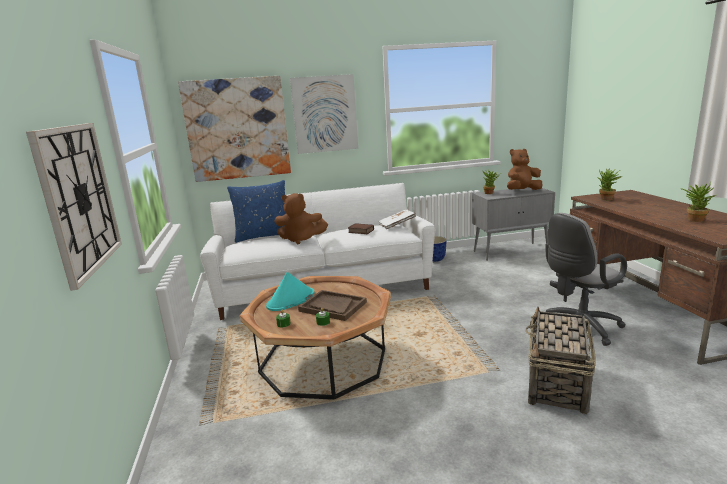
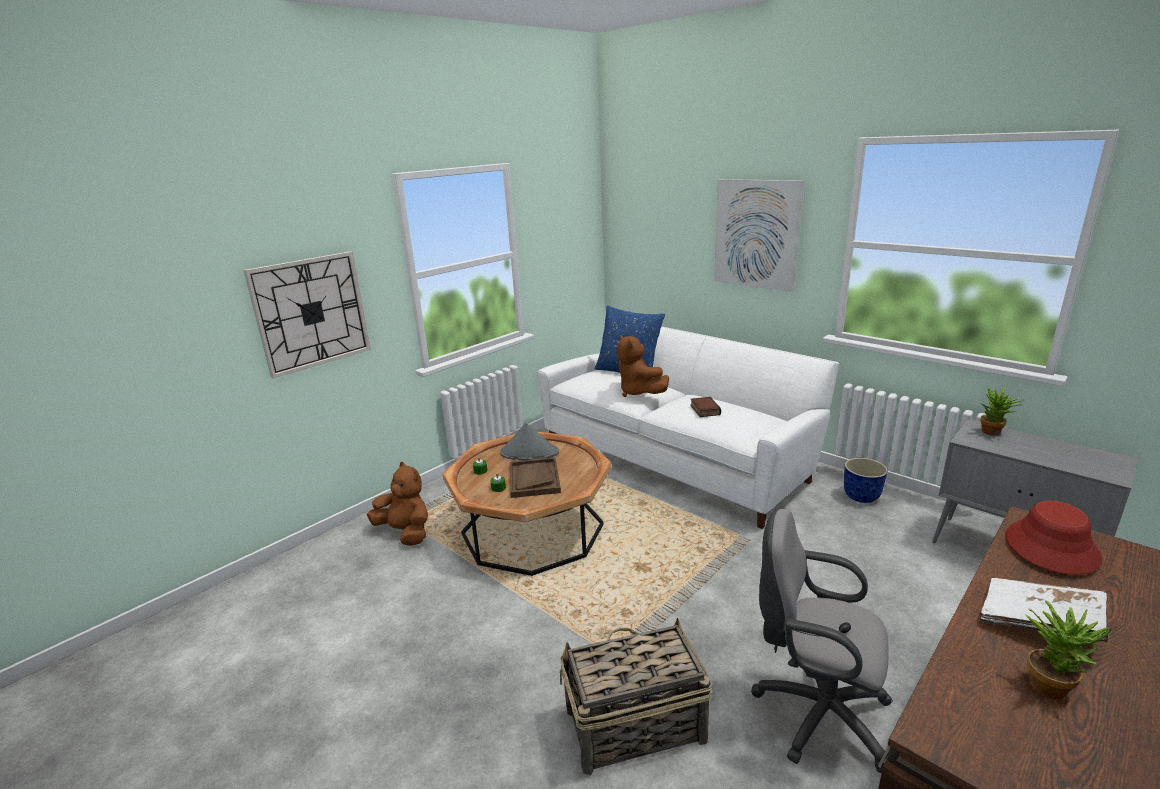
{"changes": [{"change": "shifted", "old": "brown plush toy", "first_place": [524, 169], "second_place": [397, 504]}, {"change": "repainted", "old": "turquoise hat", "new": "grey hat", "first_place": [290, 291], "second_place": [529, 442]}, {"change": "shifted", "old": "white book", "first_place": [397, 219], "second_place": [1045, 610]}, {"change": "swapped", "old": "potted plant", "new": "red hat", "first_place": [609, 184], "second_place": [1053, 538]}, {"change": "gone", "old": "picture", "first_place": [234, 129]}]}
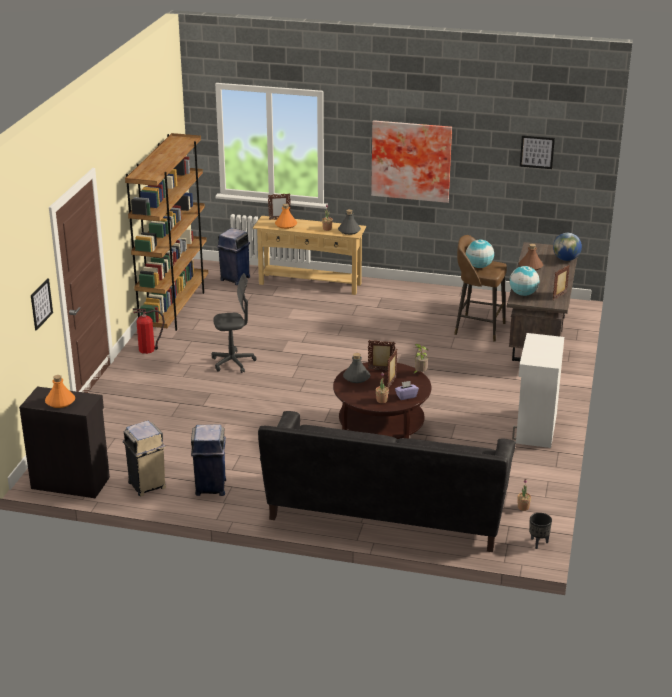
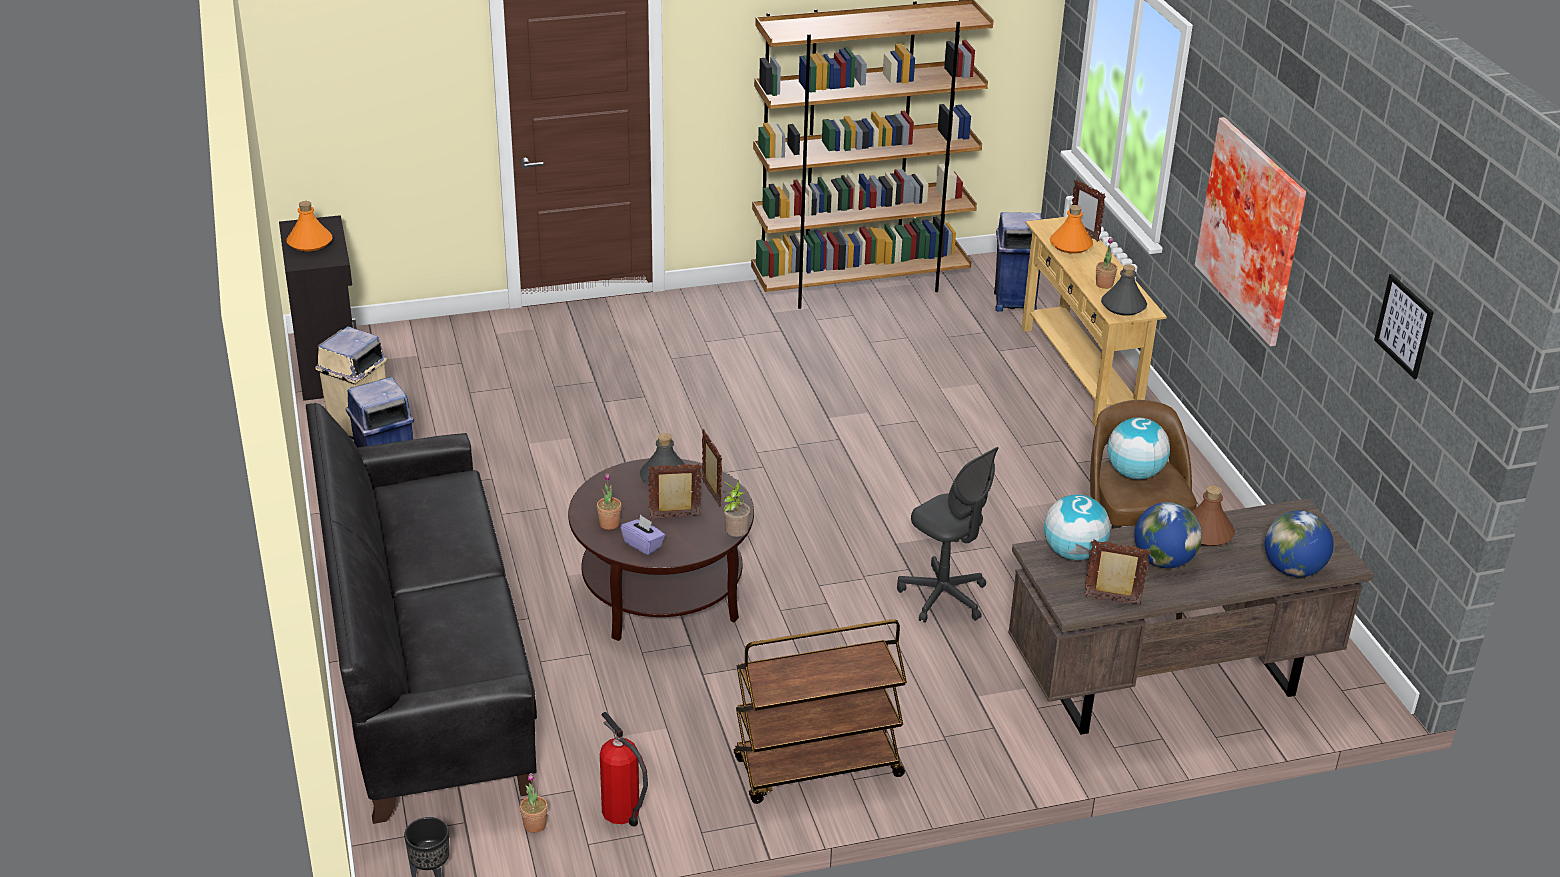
{"changes": [{"change": "shifted", "old": "fire extinguisher", "first_place": [149, 331], "second_place": [624, 769]}, {"change": "swapped", "old": "white cabinet", "new": "brown cart", "first_place": [538, 390], "second_place": [820, 711]}, {"change": "shifted", "old": "grey office chair", "first_place": [234, 323], "second_place": [948, 535]}, {"change": "new", "new": "globe", "second_place": [1168, 535]}, {"change": "gone", "old": "picture", "first_place": [42, 304]}]}
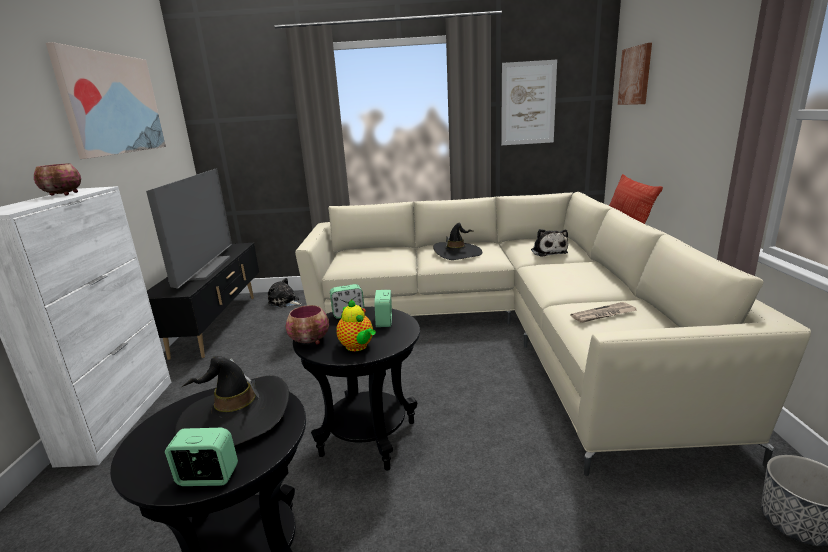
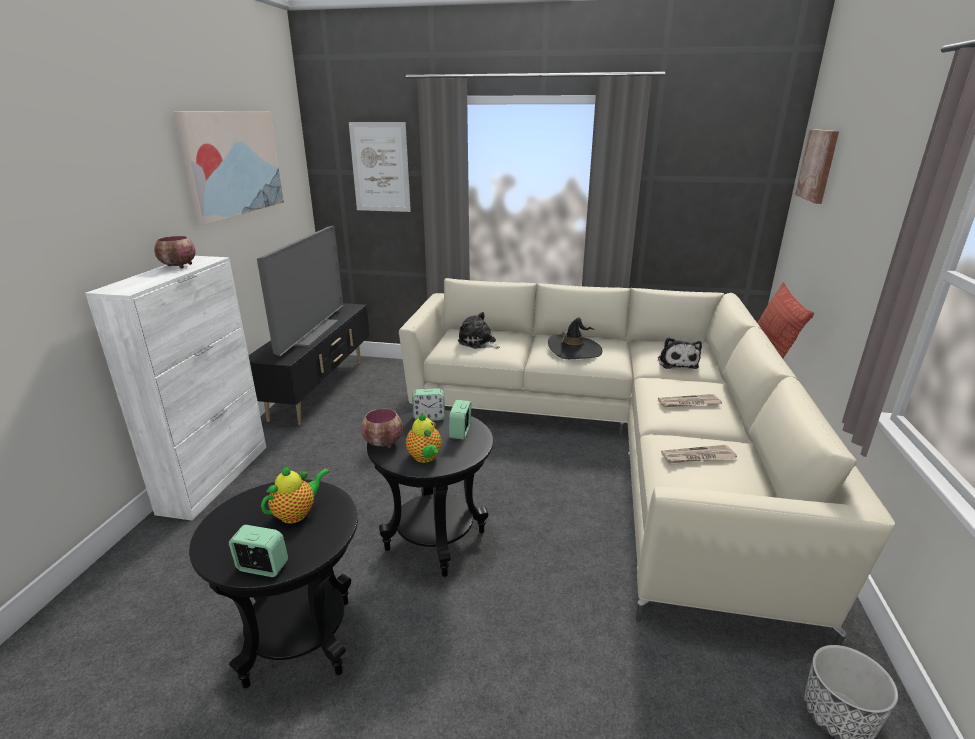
{"changes": [{"change": "swapped", "old": "black hat", "new": "teapot", "first_place": [232, 401], "second_place": [295, 494]}, {"change": "shifted", "old": "picture", "first_place": [529, 102], "second_place": [380, 167]}, {"change": "shifted", "old": "plush toy", "first_place": [285, 293], "second_place": [479, 330]}, {"change": "new", "new": "newspaper", "second_place": [690, 400]}]}
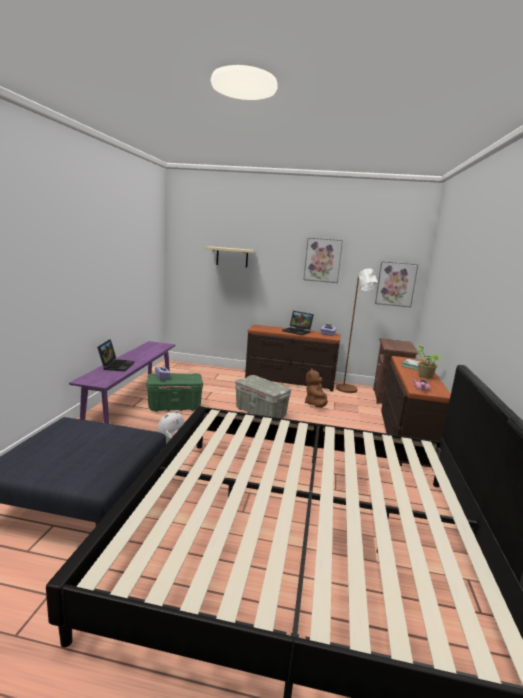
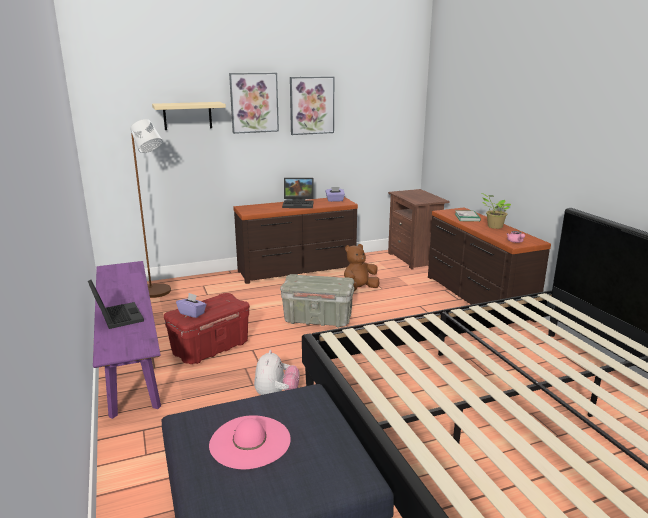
{"changes": [{"change": "shifted", "old": "brown floor lamp", "first_place": [357, 330], "second_place": [150, 208]}, {"change": "repainted", "old": "green storage box", "new": "red storage box", "first_place": [174, 392], "second_place": [207, 328]}, {"change": "new", "new": "pink hat", "second_place": [250, 442]}, {"change": "shifted", "old": "picture", "first_place": [396, 284], "second_place": [254, 103]}, {"change": "rotated", "old": "brown plush toy", "first_place": [316, 388], "second_place": [361, 267], "degrees": 75}]}
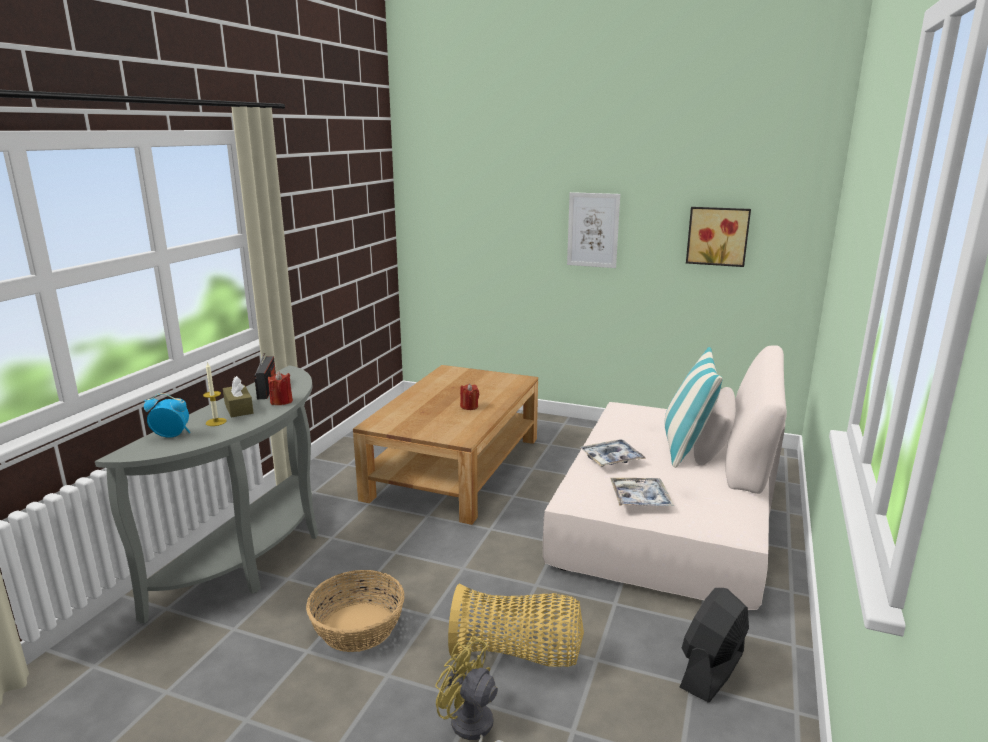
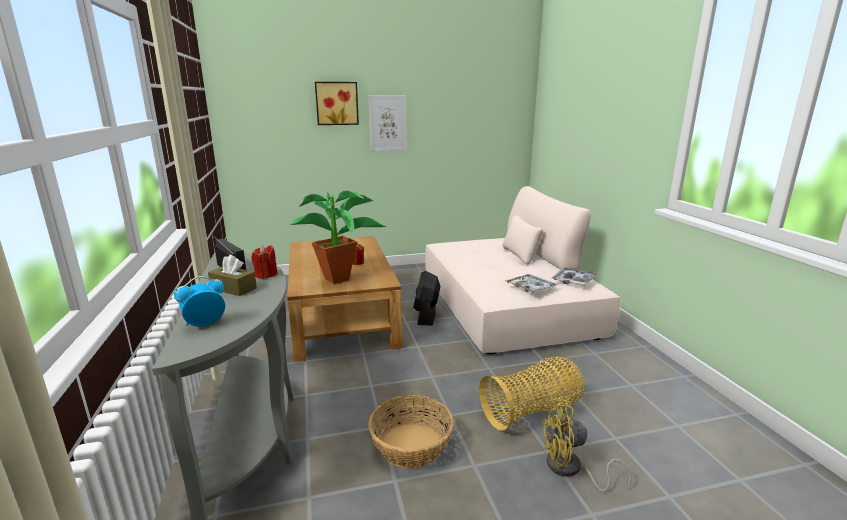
{"changes": [{"change": "new", "new": "potted plant", "second_place": [338, 237]}, {"change": "shifted", "old": "picture", "first_place": [718, 237], "second_place": [337, 103]}, {"change": "shifted", "old": "black fan", "first_place": [714, 645], "second_place": [426, 298]}, {"change": "shifted", "old": "tray", "first_place": [613, 453], "second_place": [575, 276]}, {"change": "gone", "old": "candle", "first_place": [215, 394]}, {"change": "gone", "old": "pillow", "first_place": [694, 407]}]}
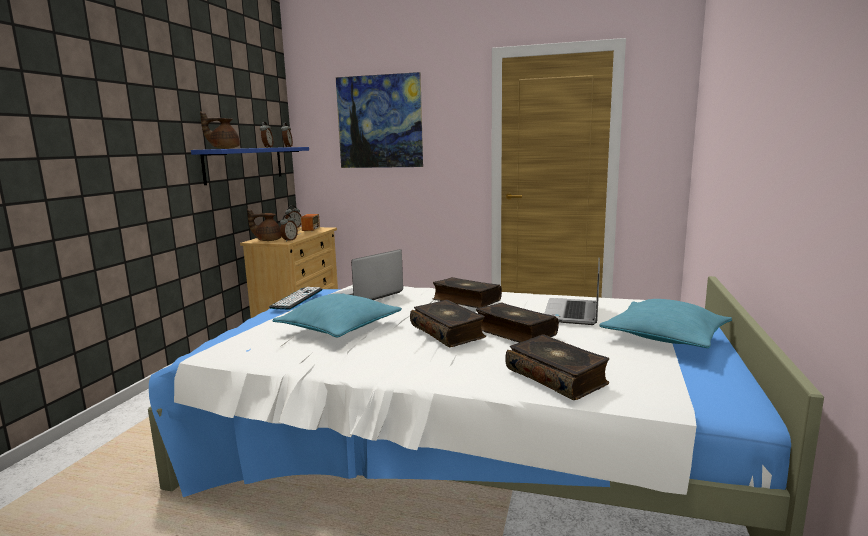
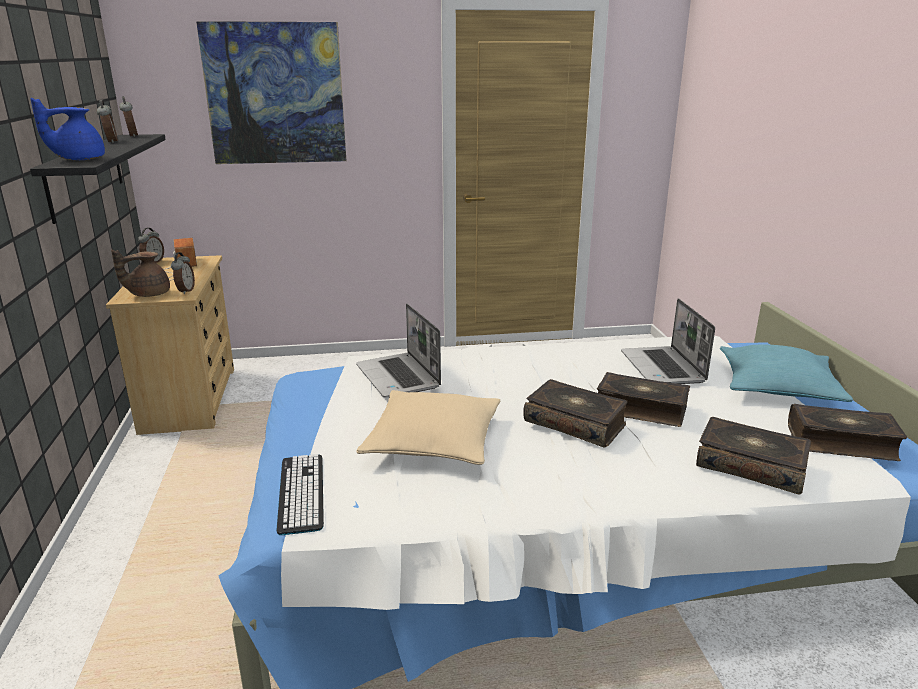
{"changes": [{"change": "repainted", "old": "brown teapot", "new": "blue teapot", "first_place": [220, 130], "second_place": [67, 129]}, {"change": "repainted", "old": "blue shelf", "new": "black shelf", "first_place": [250, 166], "second_place": [98, 179]}, {"change": "shifted", "old": "keyboard", "first_place": [295, 298], "second_place": [300, 494]}, {"change": "rotated", "old": "laptop", "first_place": [365, 274], "second_place": [398, 350], "degrees": -45}, {"change": "repainted", "old": "turquoise pillow", "new": "beige pillow", "first_place": [337, 316], "second_place": [428, 427]}, {"change": "shifted", "old": "book", "first_place": [467, 292], "second_place": [847, 432]}]}
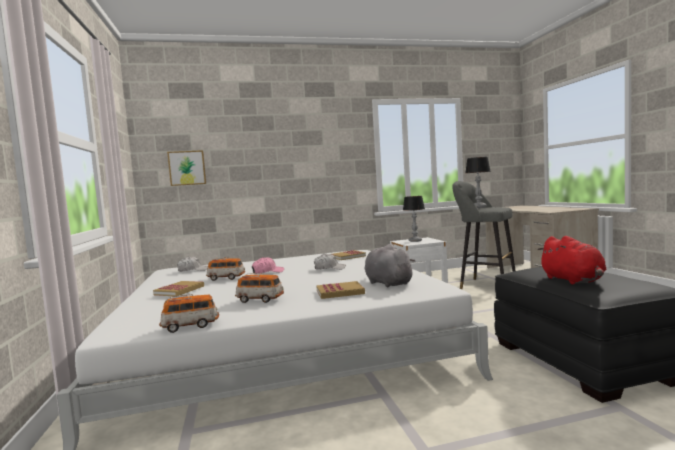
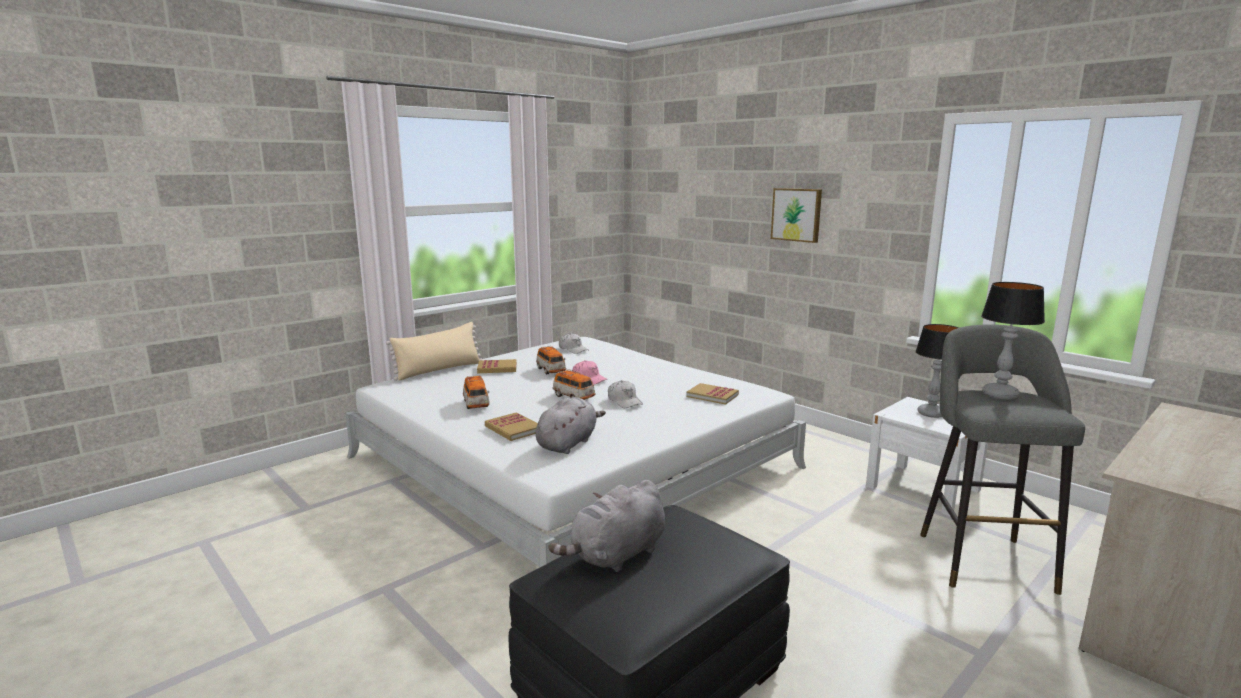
{"changes": [{"change": "new", "new": "beige pillow", "second_place": [434, 351]}, {"change": "repainted", "old": "red plush toy", "new": "grey plush toy", "first_place": [571, 260], "second_place": [606, 526]}, {"change": "shifted", "old": "toy car", "first_place": [189, 313], "second_place": [574, 384]}, {"change": "shifted", "old": "picture", "first_place": [186, 168], "second_place": [796, 215]}]}
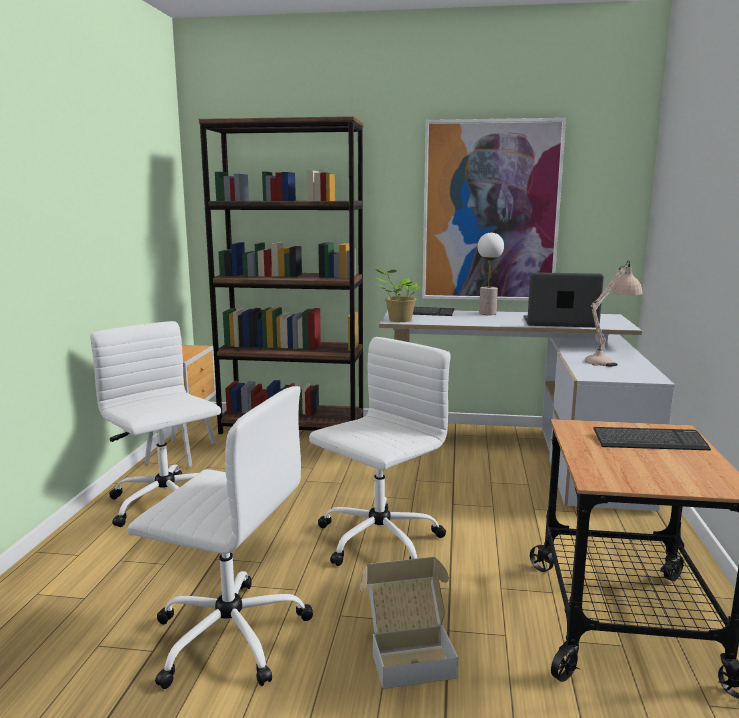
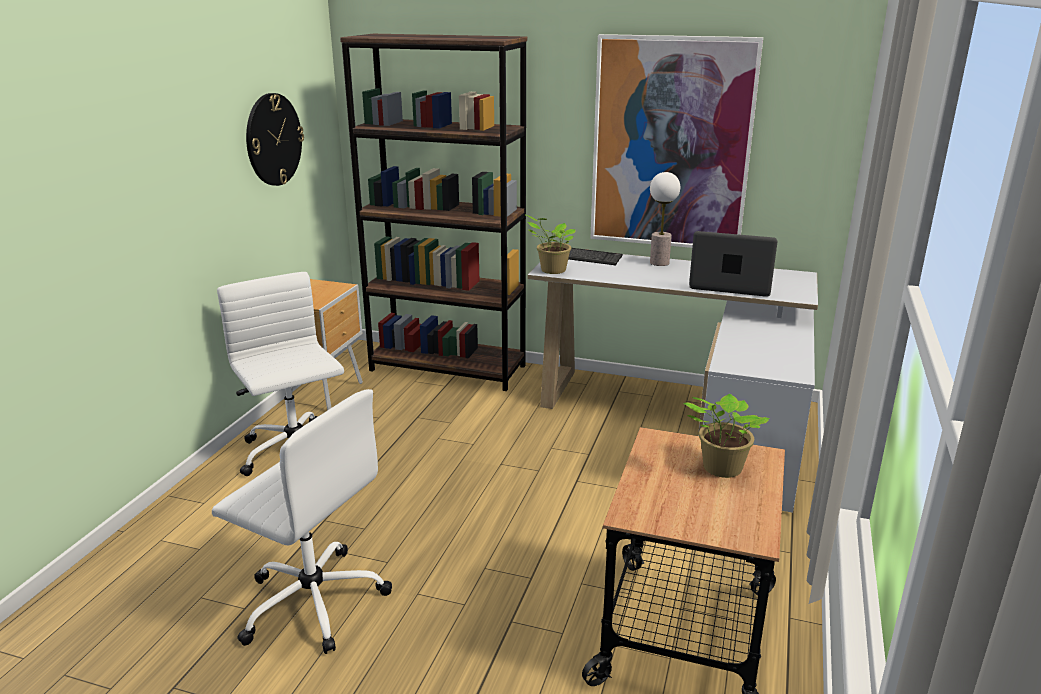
{"changes": [{"change": "new", "new": "wall clock", "second_place": [275, 139]}, {"change": "swapped", "old": "keyboard", "new": "potted plant", "first_place": [652, 438], "second_place": [726, 435]}, {"change": "gone", "old": "white office chair", "first_place": [379, 451]}, {"change": "gone", "old": "cardboard box", "first_place": [409, 623]}, {"change": "gone", "old": "beige table lamp", "first_place": [613, 313]}]}
